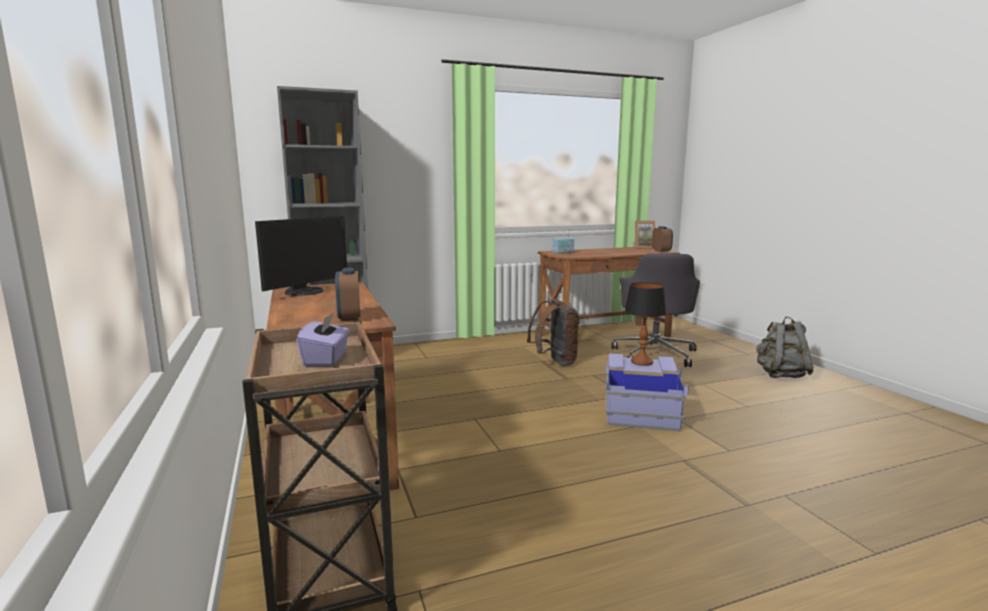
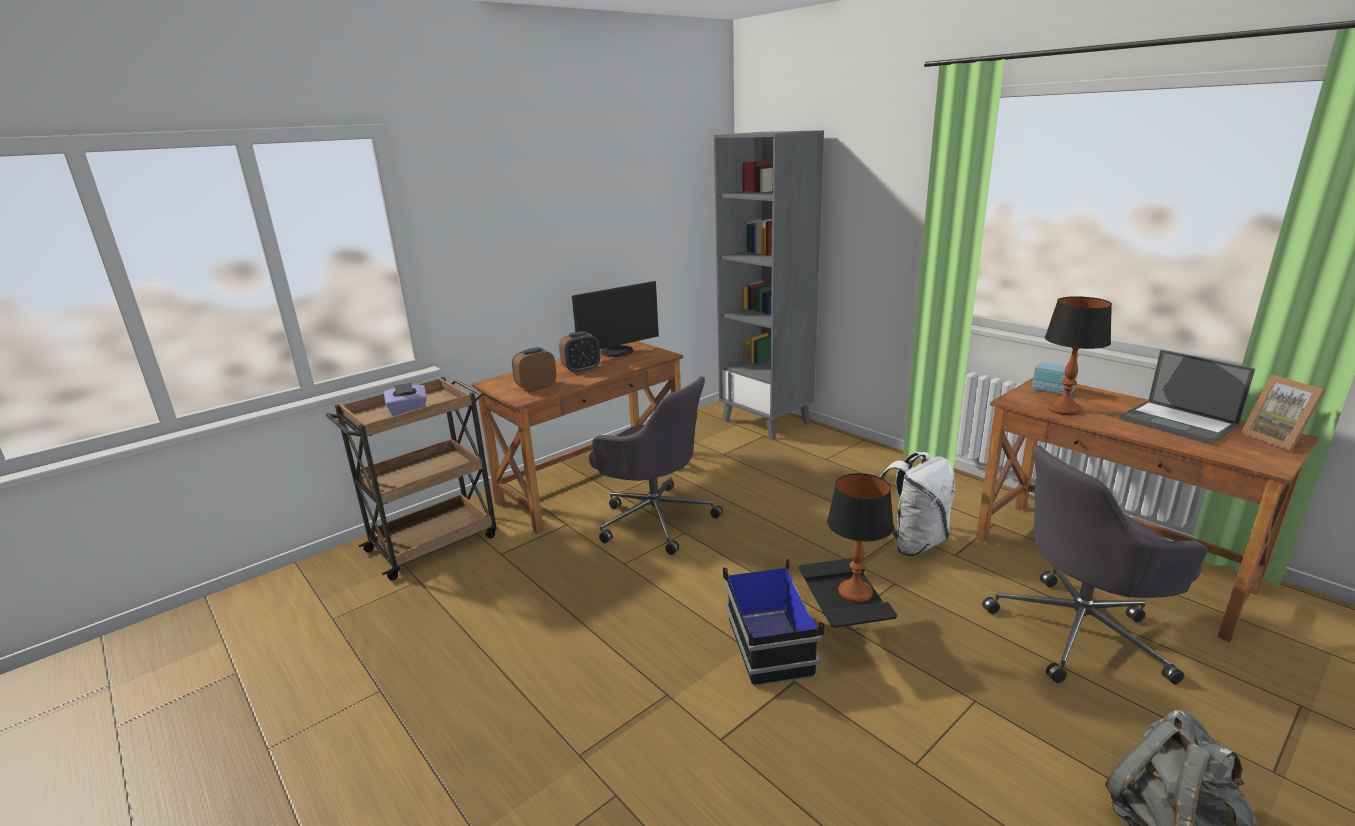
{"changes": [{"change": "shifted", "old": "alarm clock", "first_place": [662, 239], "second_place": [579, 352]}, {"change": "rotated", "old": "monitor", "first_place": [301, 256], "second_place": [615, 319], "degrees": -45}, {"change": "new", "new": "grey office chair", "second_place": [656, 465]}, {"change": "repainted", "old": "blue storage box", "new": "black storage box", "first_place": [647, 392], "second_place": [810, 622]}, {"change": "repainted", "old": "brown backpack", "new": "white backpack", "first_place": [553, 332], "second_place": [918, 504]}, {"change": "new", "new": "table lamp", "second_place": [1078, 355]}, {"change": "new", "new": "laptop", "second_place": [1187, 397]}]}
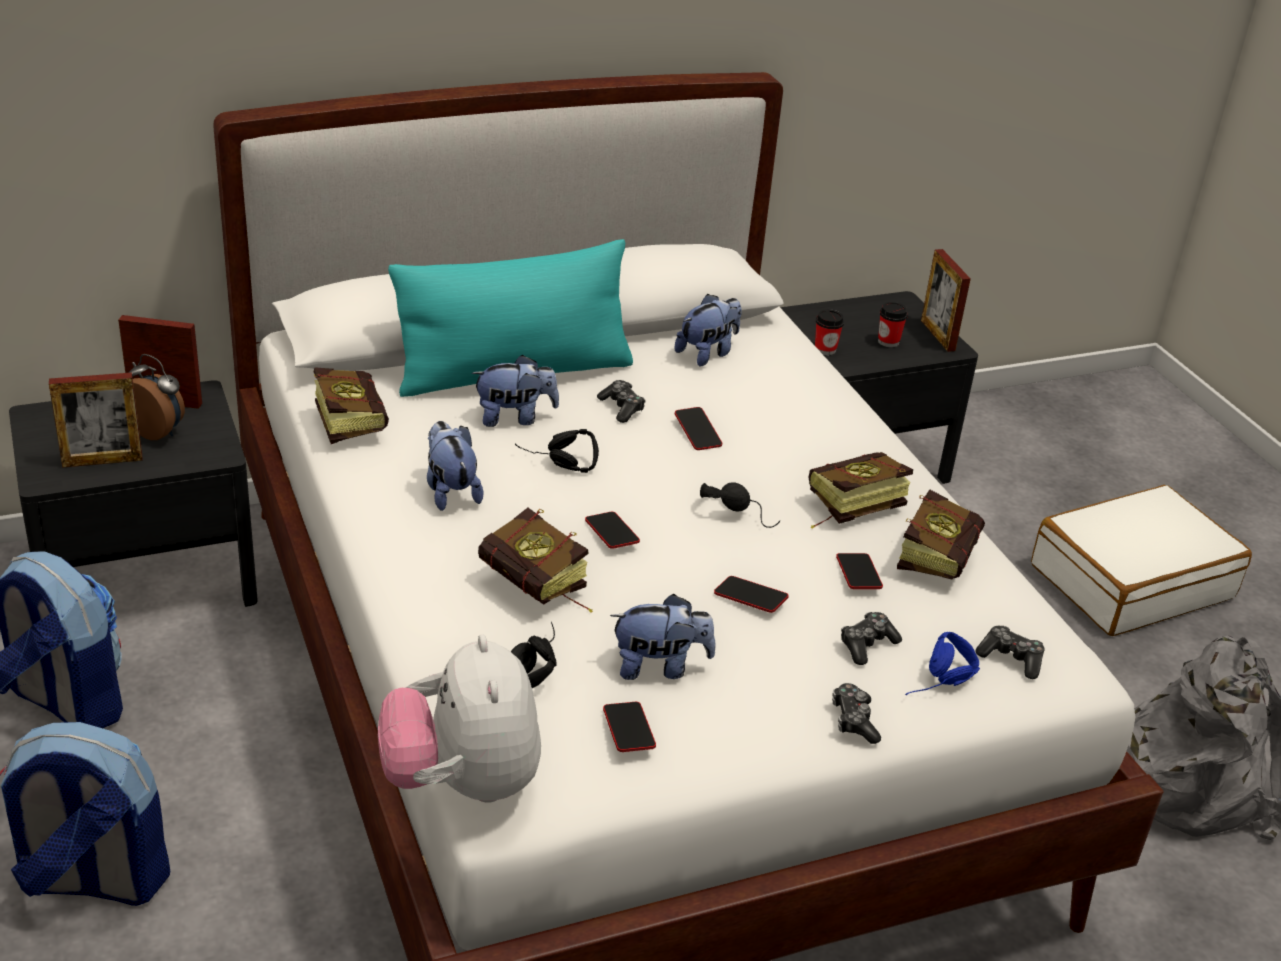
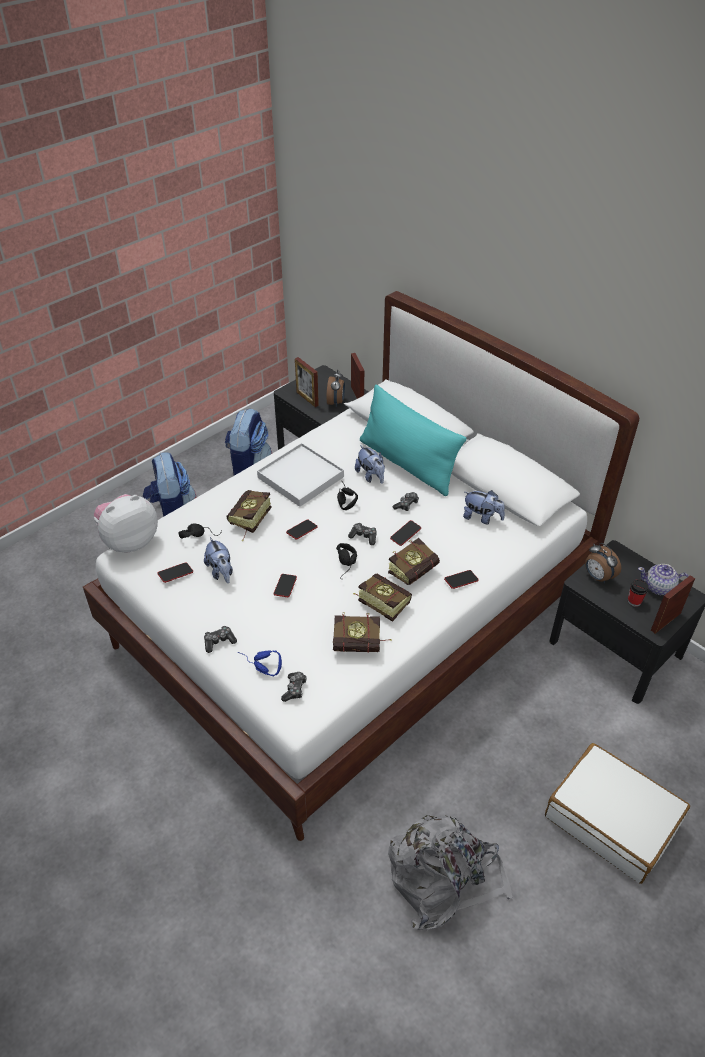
{"changes": [{"change": "swapped", "old": "plush toy", "new": "white tray", "first_place": [455, 466], "second_place": [300, 475]}, {"change": "shifted", "old": "game controller", "first_place": [871, 638], "second_place": [362, 534]}, {"change": "shifted", "old": "book", "first_place": [351, 405], "second_place": [414, 561]}, {"change": "shifted", "old": "phone", "first_place": [859, 571], "second_place": [461, 579]}, {"change": "swapped", "old": "cup", "new": "alarm clock", "first_place": [829, 332], "second_place": [603, 563]}, {"change": "new", "new": "teapot", "second_place": [663, 579]}]}
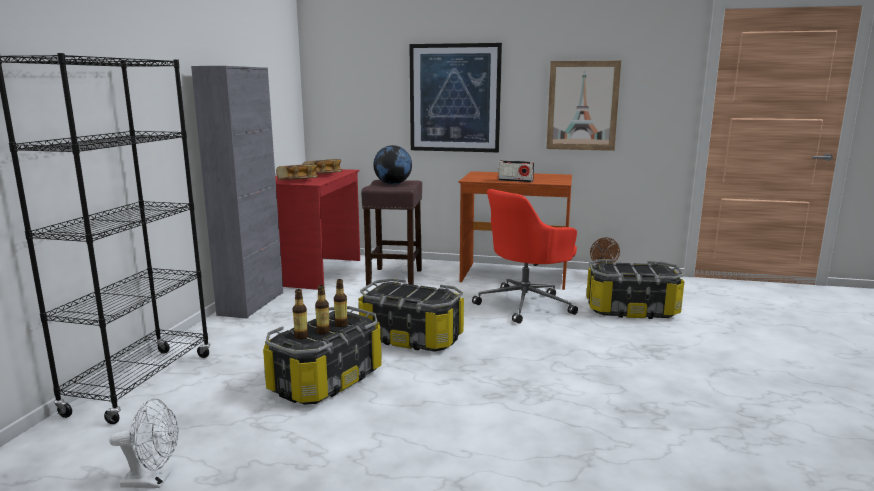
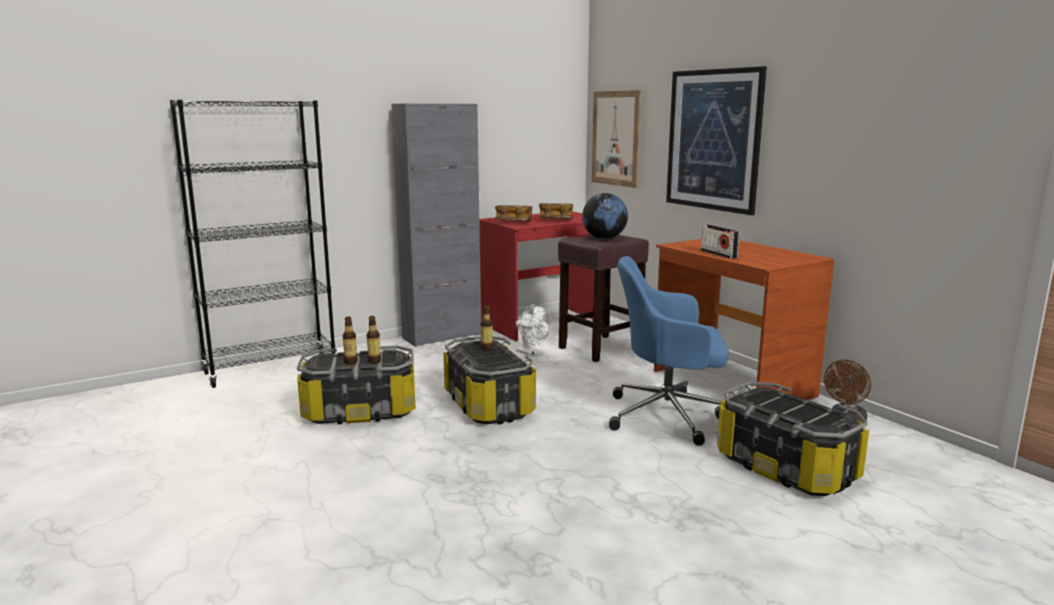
{"changes": [{"change": "shifted", "old": "bottle", "first_place": [300, 314], "second_place": [487, 327]}, {"change": "shifted", "old": "white fan", "first_place": [144, 443], "second_place": [533, 330]}, {"change": "shifted", "old": "picture", "first_place": [584, 106], "second_place": [616, 139]}, {"change": "repainted", "old": "red office chair", "new": "blue office chair", "first_place": [525, 256], "second_place": [669, 351]}]}
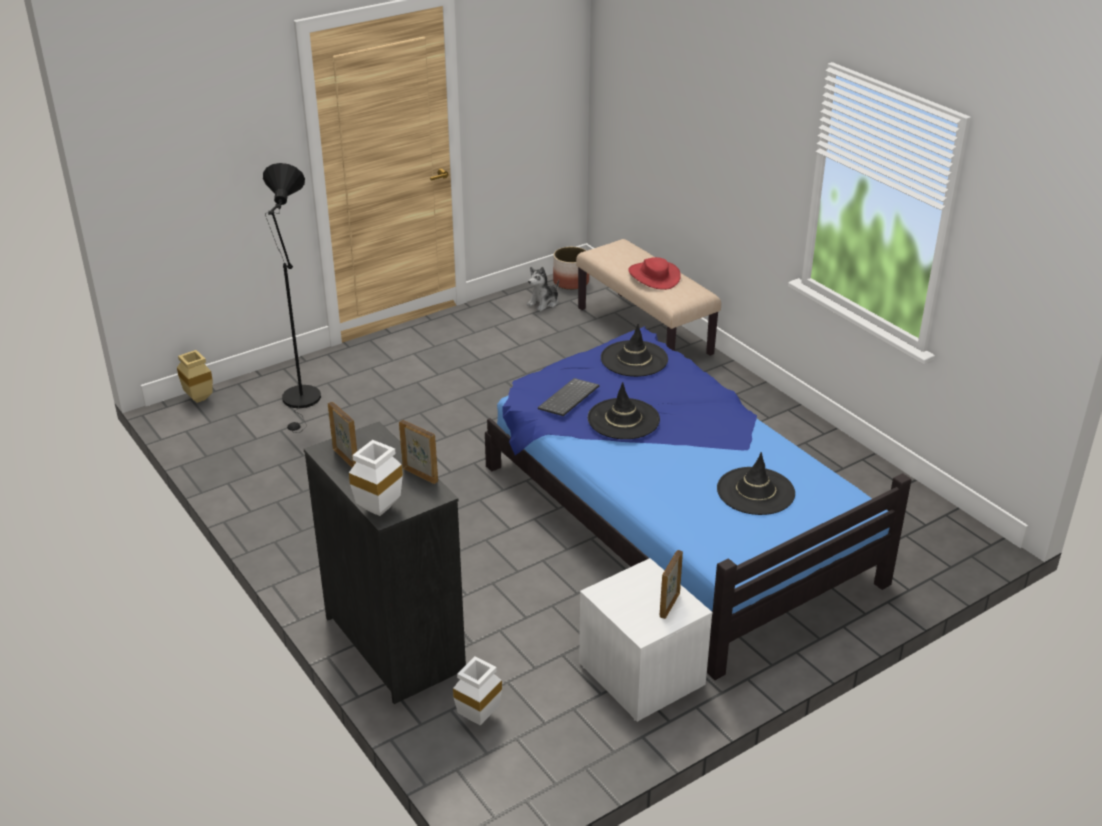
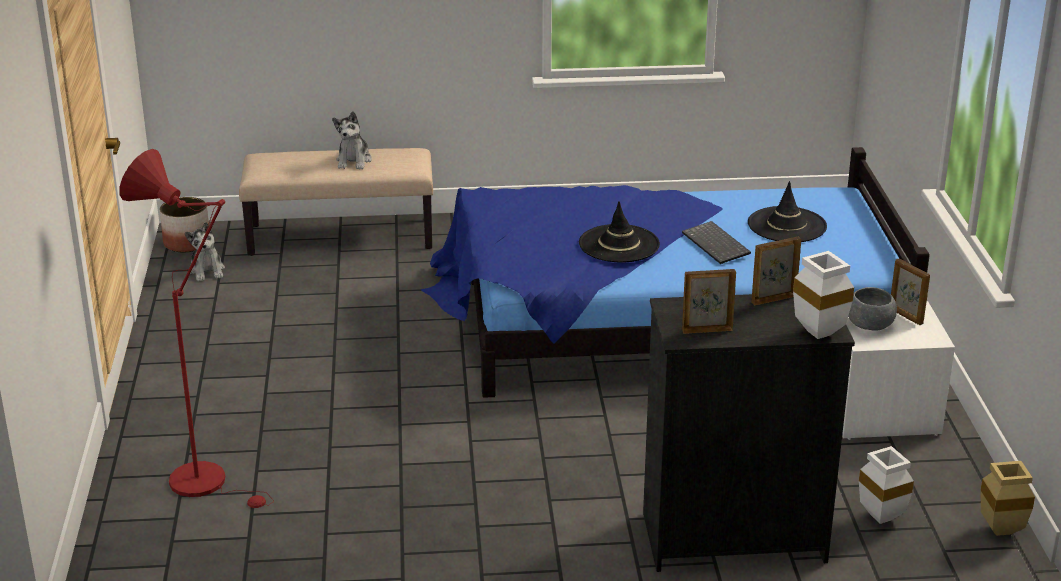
{"changes": [{"change": "repainted", "old": "black floor lamp", "new": "red floor lamp", "first_place": [292, 298], "second_place": [196, 328]}, {"change": "swapped", "old": "red hat", "new": "plush toy", "first_place": [654, 273], "second_place": [352, 140]}, {"change": "shifted", "old": "keyboard", "first_place": [568, 397], "second_place": [716, 242]}, {"change": "new", "new": "grey bowl", "second_place": [872, 309]}, {"change": "shifted", "old": "beige vase", "first_place": [194, 376], "second_place": [1007, 498]}, {"change": "gone", "old": "black hat", "first_place": [634, 350]}]}
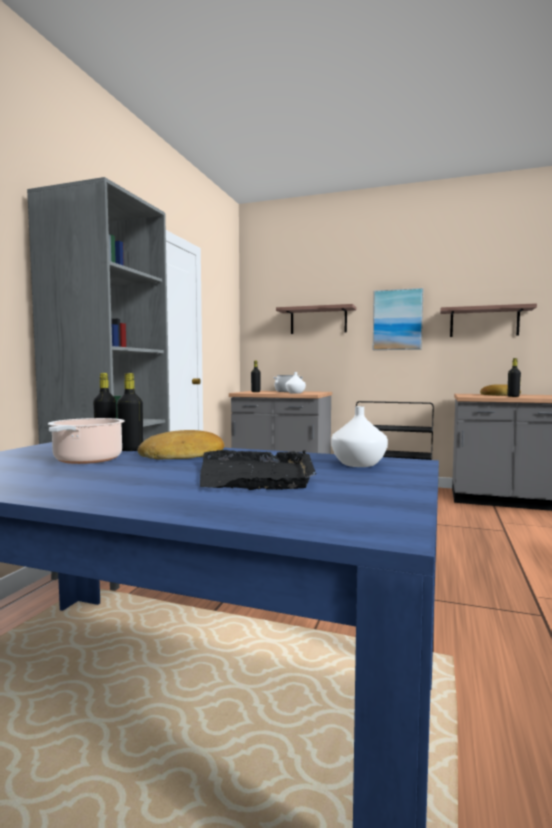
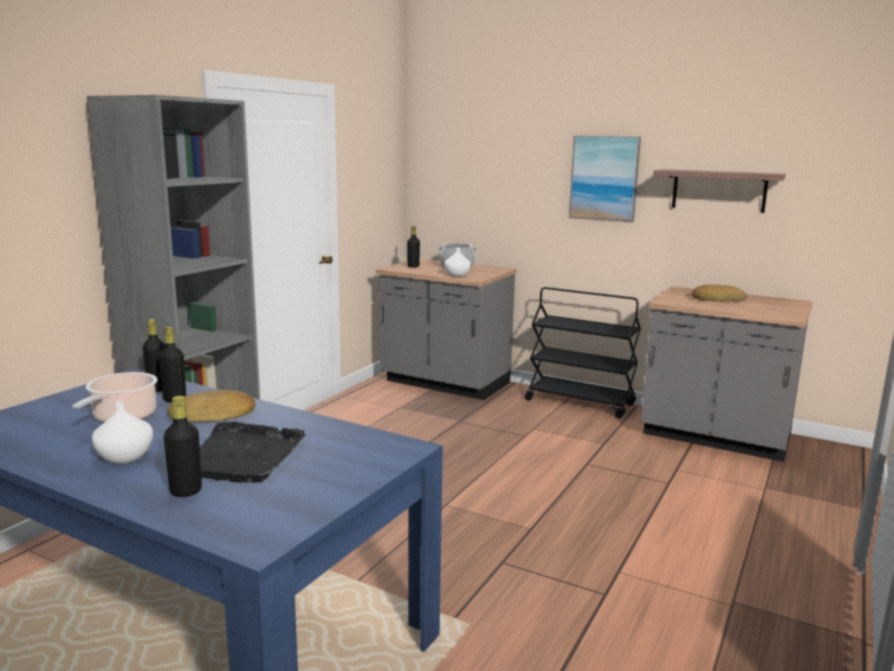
{"changes": [{"change": "shifted", "old": "white vase", "first_place": [359, 436], "second_place": [122, 432]}, {"change": "shifted", "old": "black bottle", "first_place": [514, 377], "second_place": [183, 446]}, {"change": "gone", "old": "shelf", "first_place": [316, 319]}]}
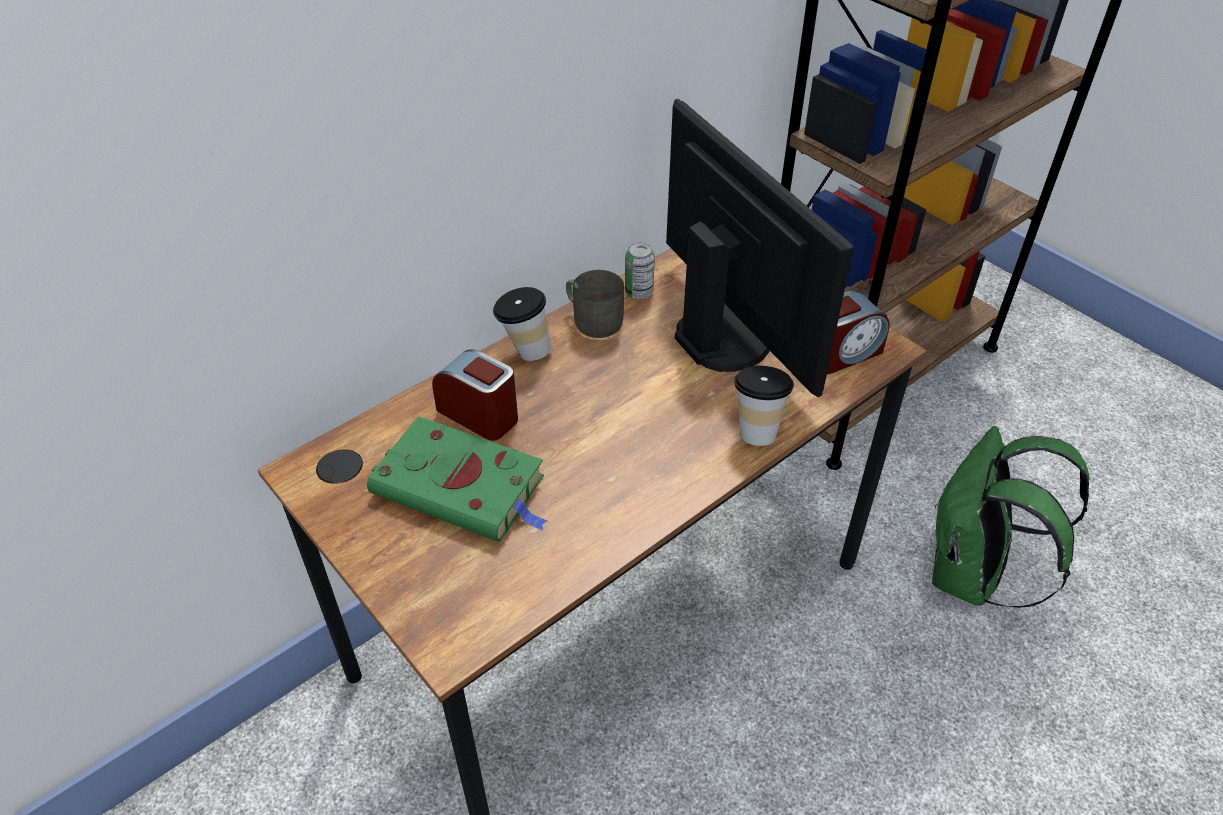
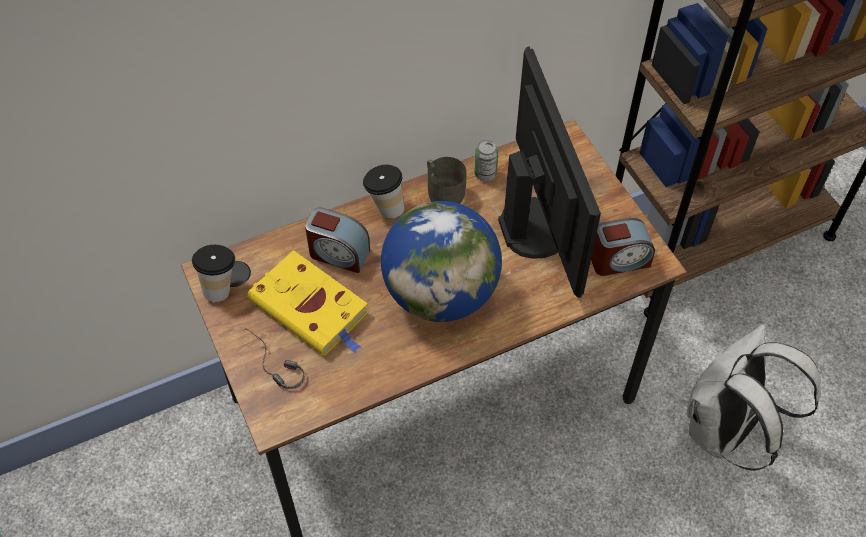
{"changes": [{"change": "shifted", "old": "cup", "first_place": [764, 406], "second_place": [213, 273]}, {"change": "new", "new": "headphones", "second_place": [274, 358]}, {"change": "repainted", "old": "green book", "new": "yellow book", "first_place": [457, 479], "second_place": [308, 302]}, {"change": "rotated", "old": "alarm clock", "first_place": [475, 395], "second_place": [337, 240], "degrees": 150}, {"change": "new", "new": "globe", "second_place": [441, 261]}, {"change": "repainted", "old": "green backpack", "new": "white backpack", "first_place": [1010, 517], "second_place": [754, 397]}]}
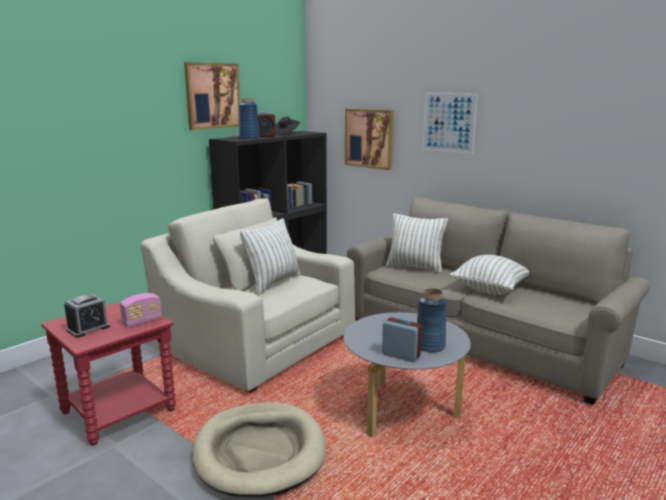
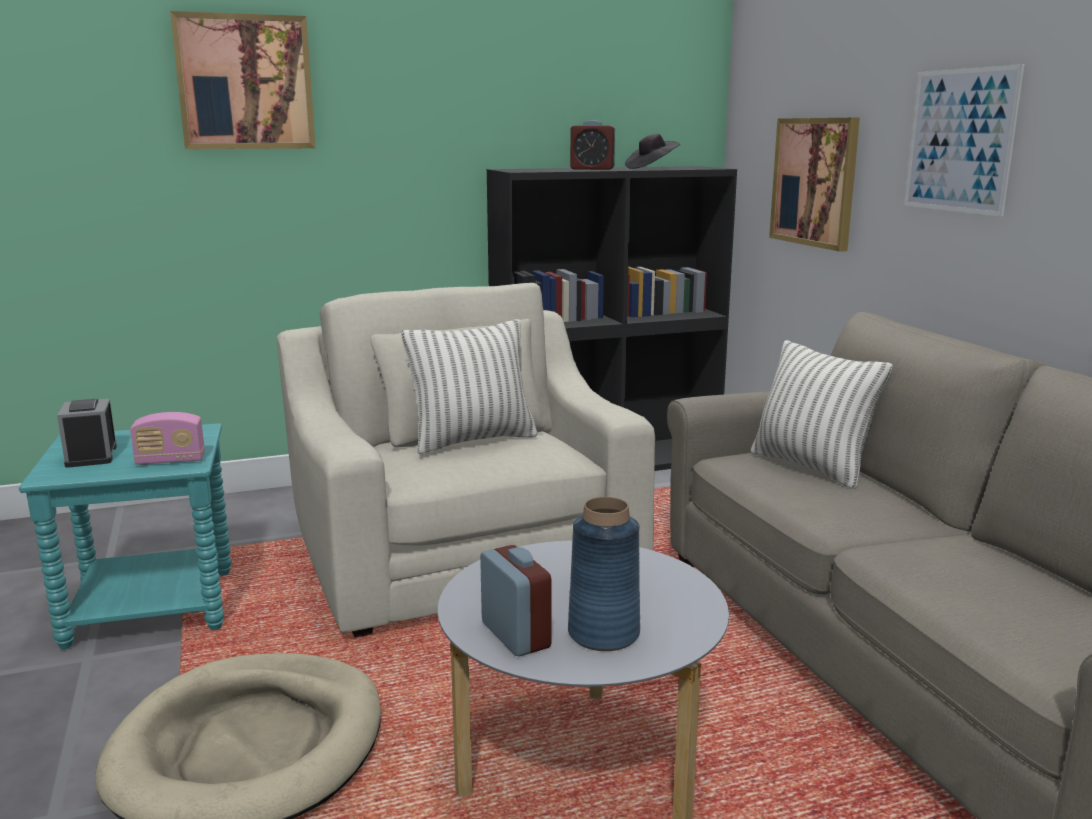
{"changes": [{"change": "repainted", "old": "red side table", "new": "turquoise side table", "first_place": [108, 373], "second_place": [125, 536]}, {"change": "rotated", "old": "alarm clock", "first_place": [87, 316], "second_place": [87, 433], "degrees": 90}, {"change": "shifted", "old": "picture", "first_place": [212, 96], "second_place": [242, 80]}, {"change": "gone", "old": "blue vase", "first_place": [249, 118]}, {"change": "gone", "old": "pillow", "first_place": [489, 275]}]}
